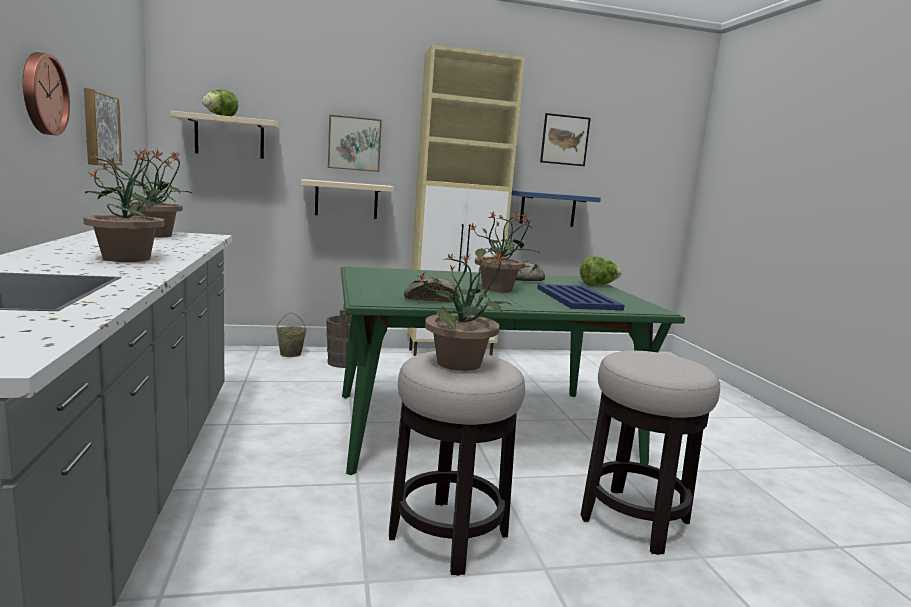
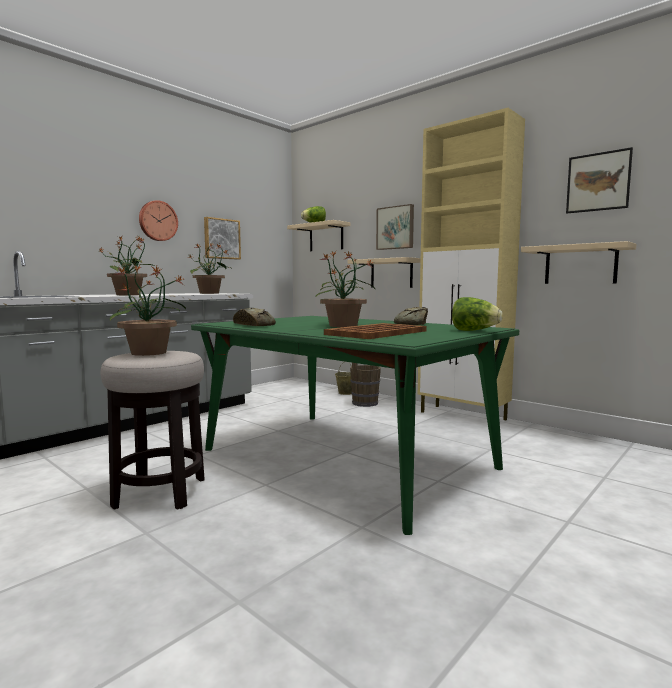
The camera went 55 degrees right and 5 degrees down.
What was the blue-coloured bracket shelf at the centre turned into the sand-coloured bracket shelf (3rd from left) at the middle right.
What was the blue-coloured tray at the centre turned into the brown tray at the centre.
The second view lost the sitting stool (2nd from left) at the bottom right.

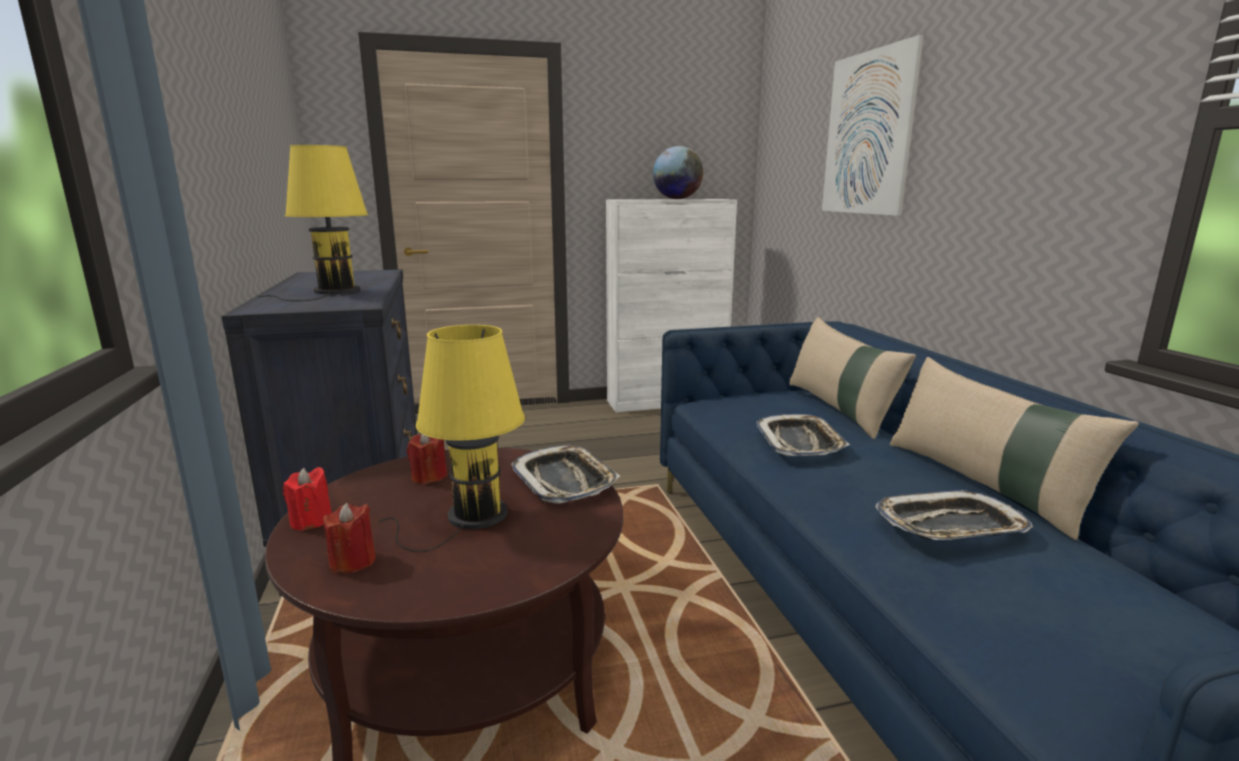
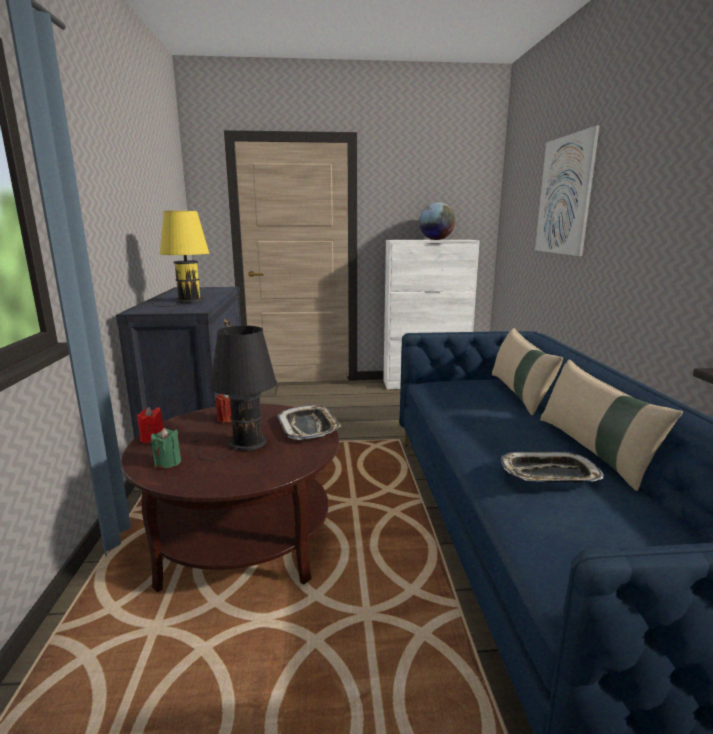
The camera went 10 degrees right and 0 degrees up.
What was the red candle (2nd from left) at the bottom left turned into the greenish candle at the middle left.
What was the yellow tabletop lamp (2nd from left) at the centre turned into the black tabletop lamp at the middle left.
The second view lost the tray (2nd from left) at the centre.

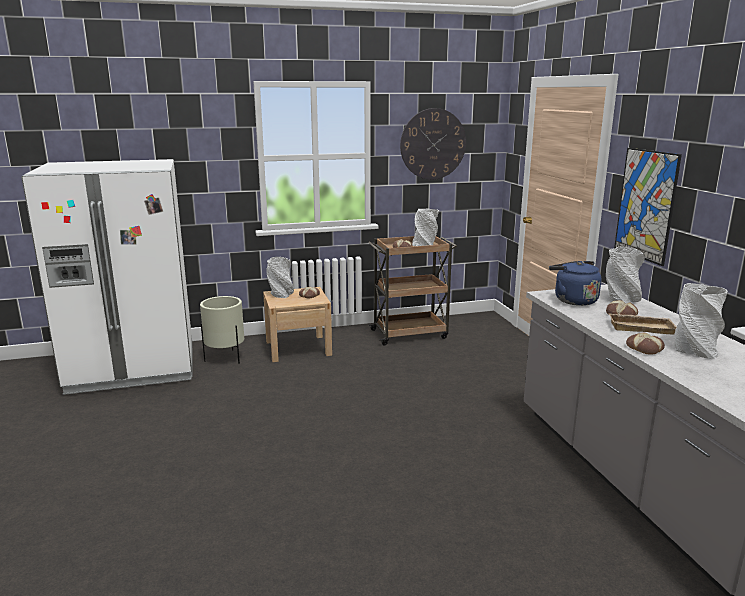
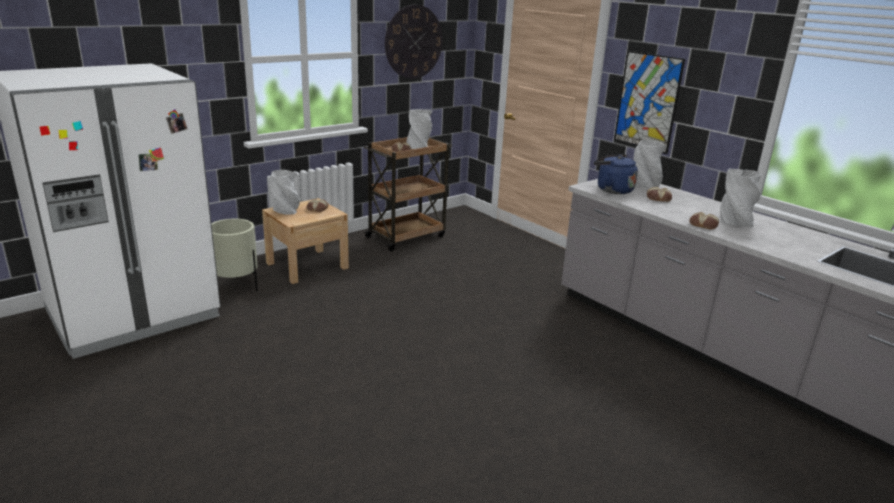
The camera went 25 degrees left and 5 degrees up.
The second view lost the sand-coloured tray at the middle right.

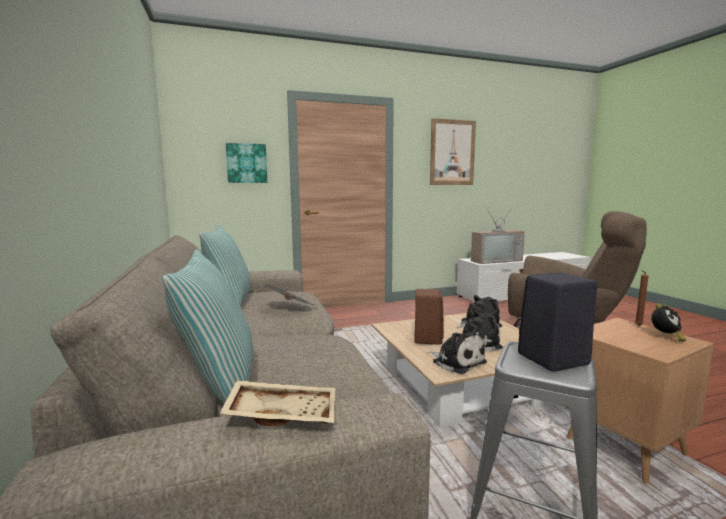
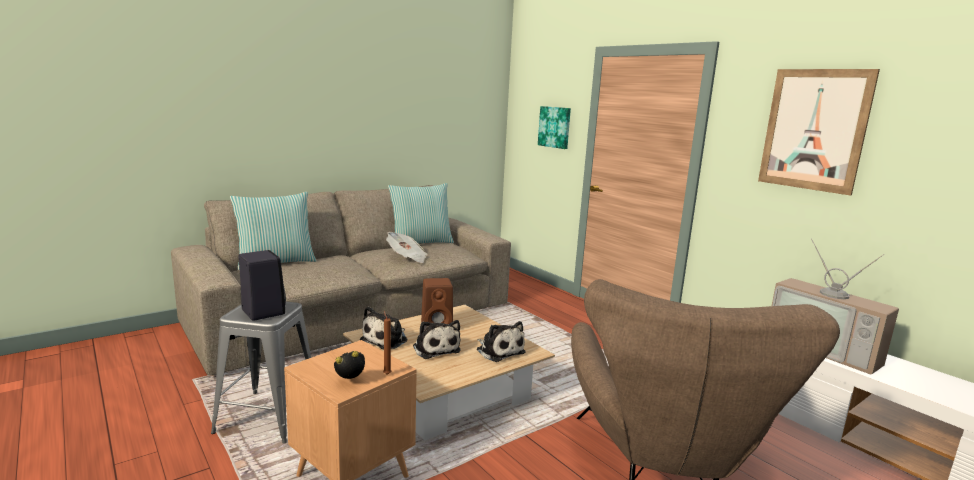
The camera went 70 degrees right and 5 degrees up.
The second view lost the sand-coloured tray at the bottom centre.
The alarm clock at the middle right ended up facing another way, 120 degrees clockwise from before.

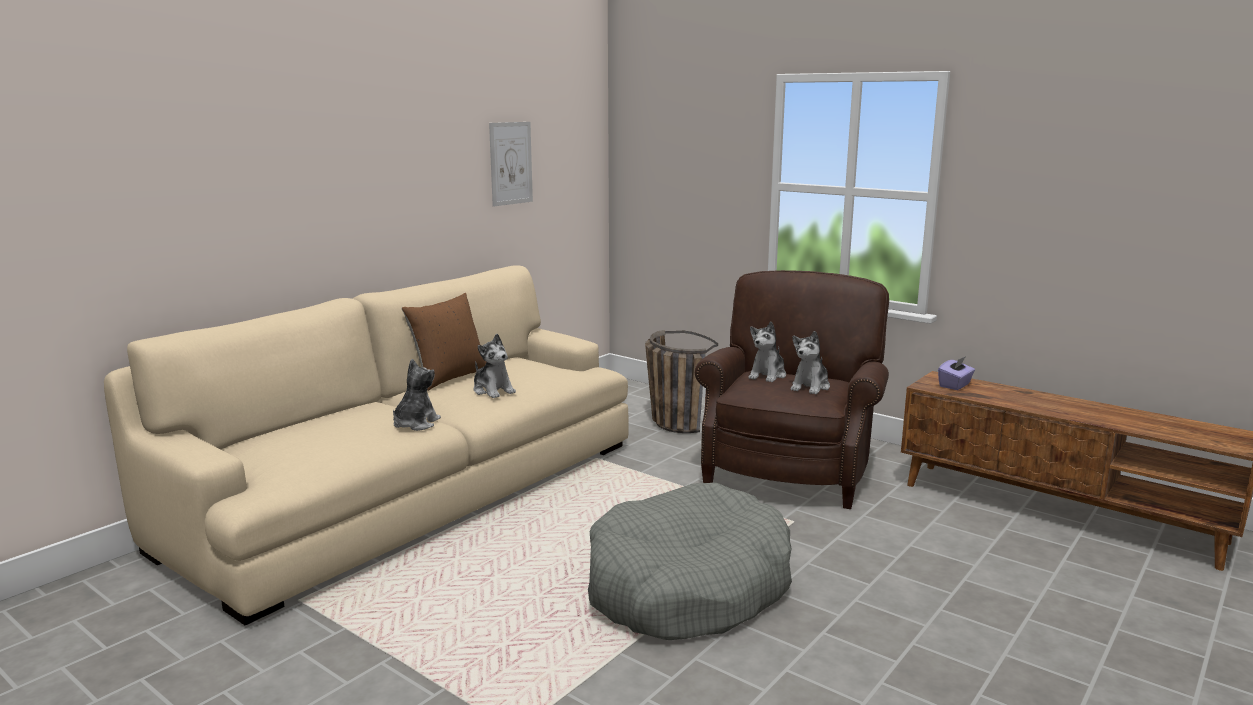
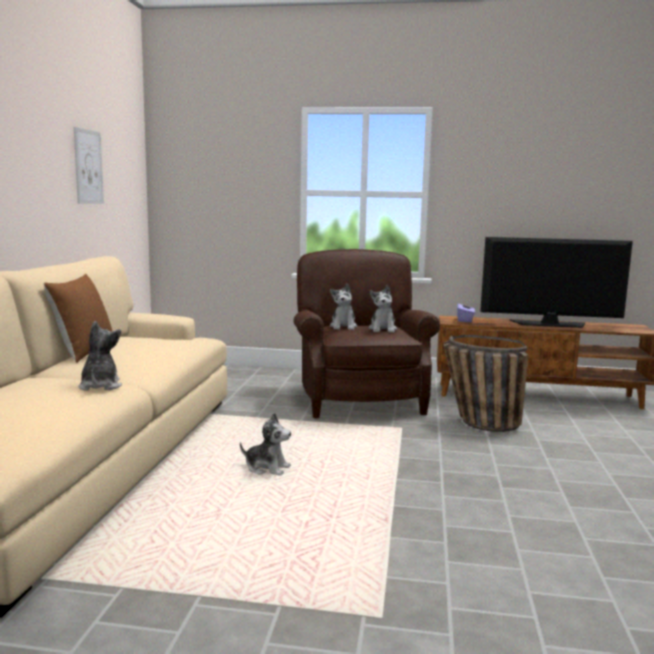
The camera went 30 degrees left and 5 degrees down.
The plush toy (2nd from left) ended up elsewhere, having gone from the centre to the bottom centre.
The second view lost the greyish pet bed at the bottom centre.
The household basket ended up elsewhere, having gone from the centre to the middle right.
The second view gained the TV at the middle right.

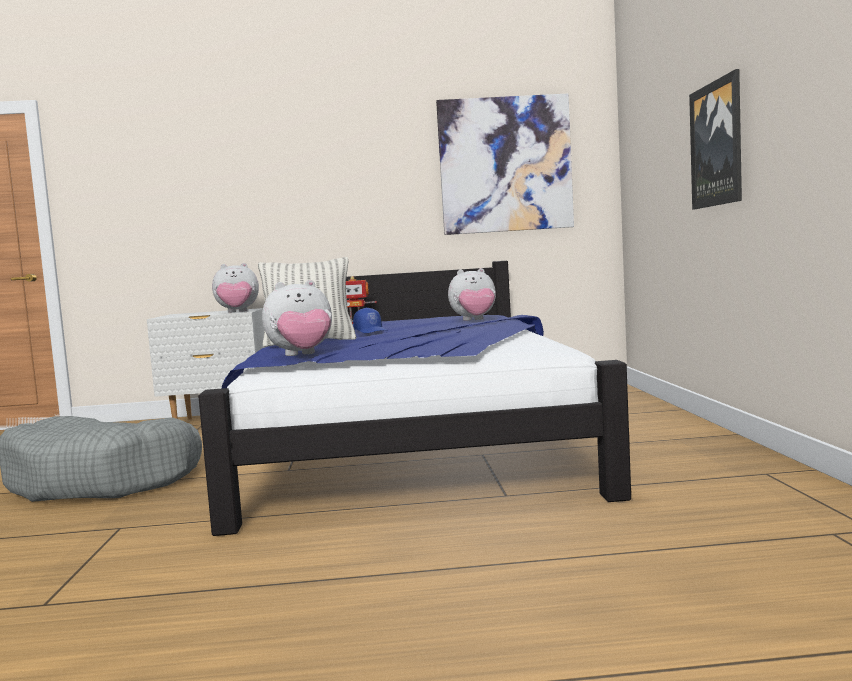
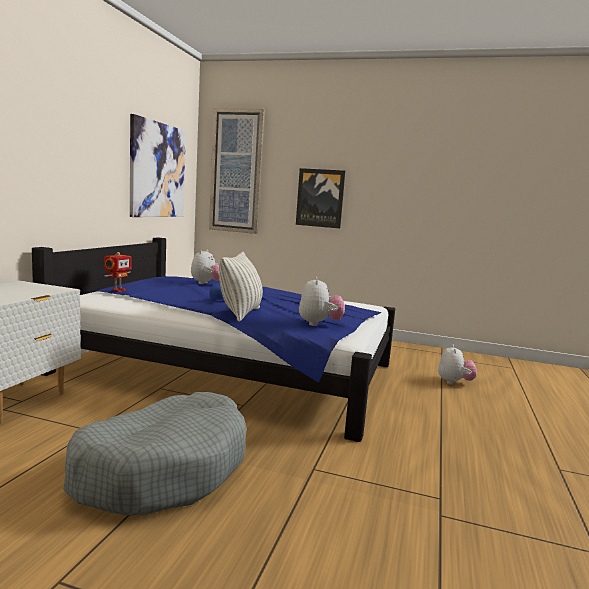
The camera went 70 degrees left and 5 degrees up.
The plush toy (1st from left in the first image) ended up elsewhere, having gone from the middle left to the middle right.
The second view gained the wall art (2nd from left) at the top centre.

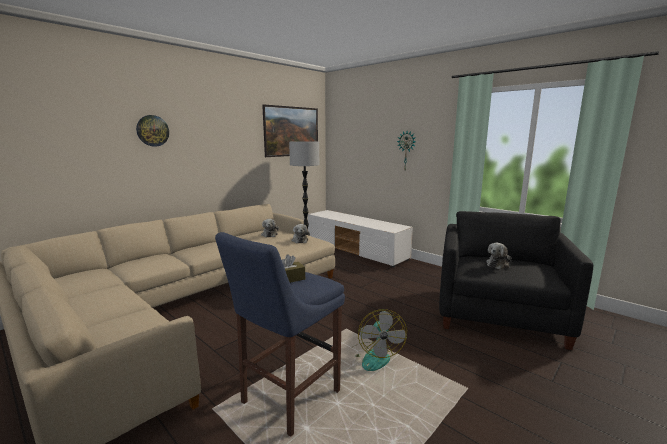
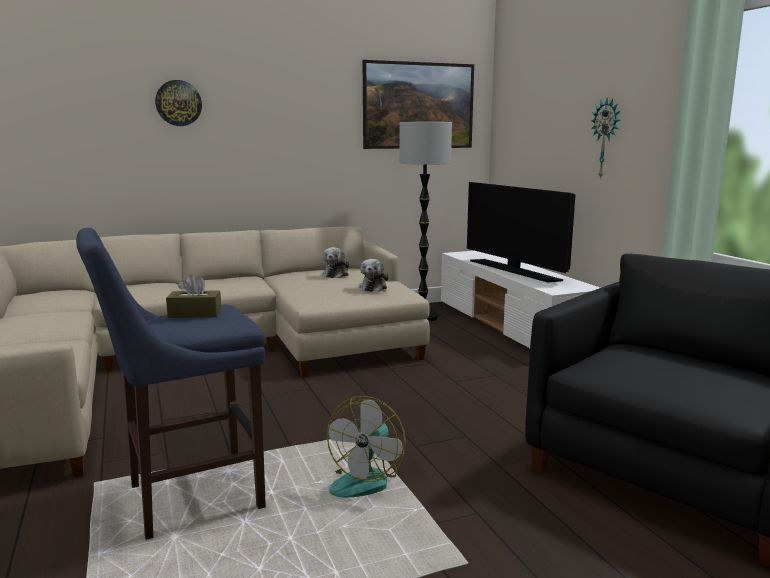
The camera went 25 degrees right and 0 degrees up.
The second view lost the plush toy (3rd from left) at the middle right.
The second view gained the TV at the middle right.

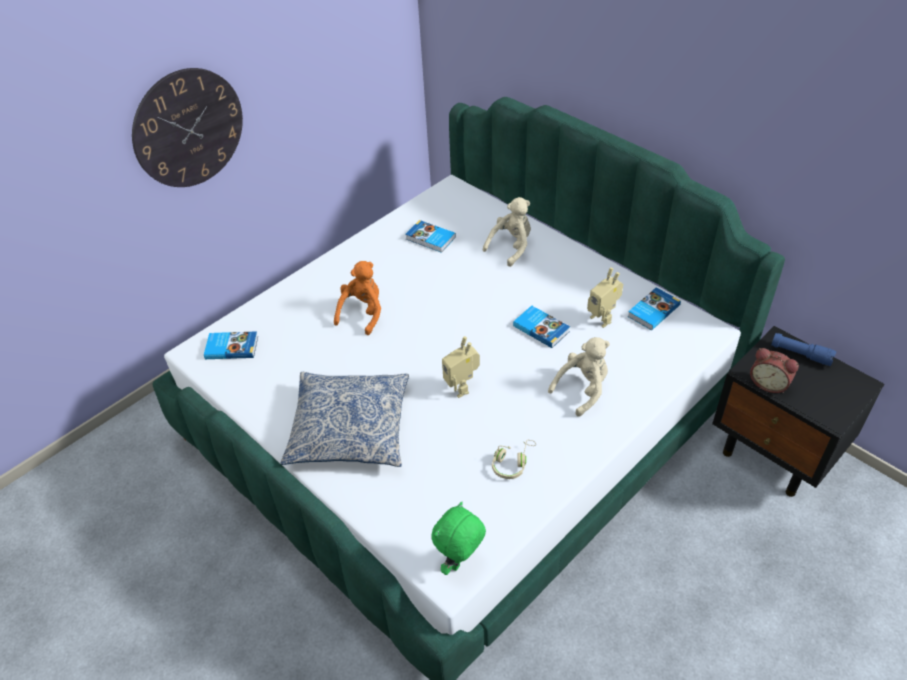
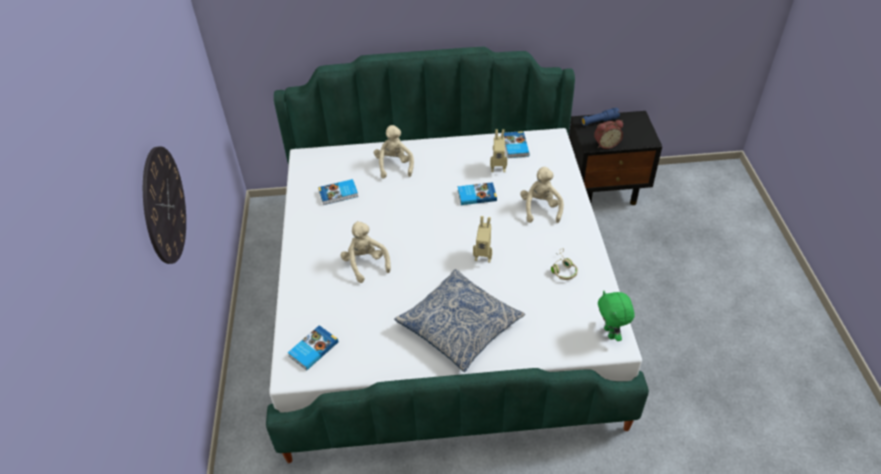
The camera went 50 degrees left and 0 degrees up.
What was the orange-coloured plush toy at the centre turned into the sand-coloured plush toy (1st from left) at the centre.

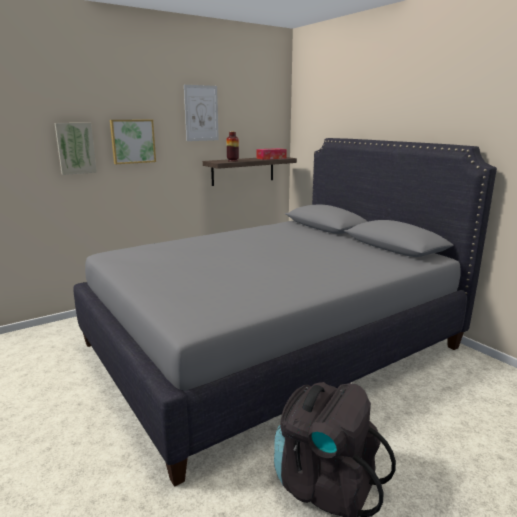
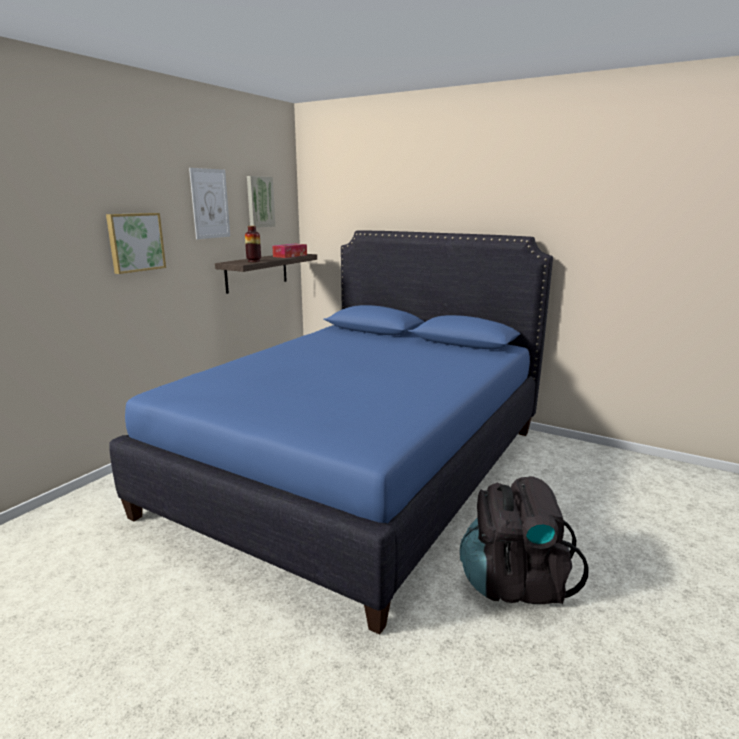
The camera went 25 degrees left and 0 degrees up.
The wall art (1st from left in the first image) ended up elsewhere, having gone from the top left to the top centre.
What was the greyish bedroom bed at the centre turned into the blue-coloured bedroom bed at the centre.

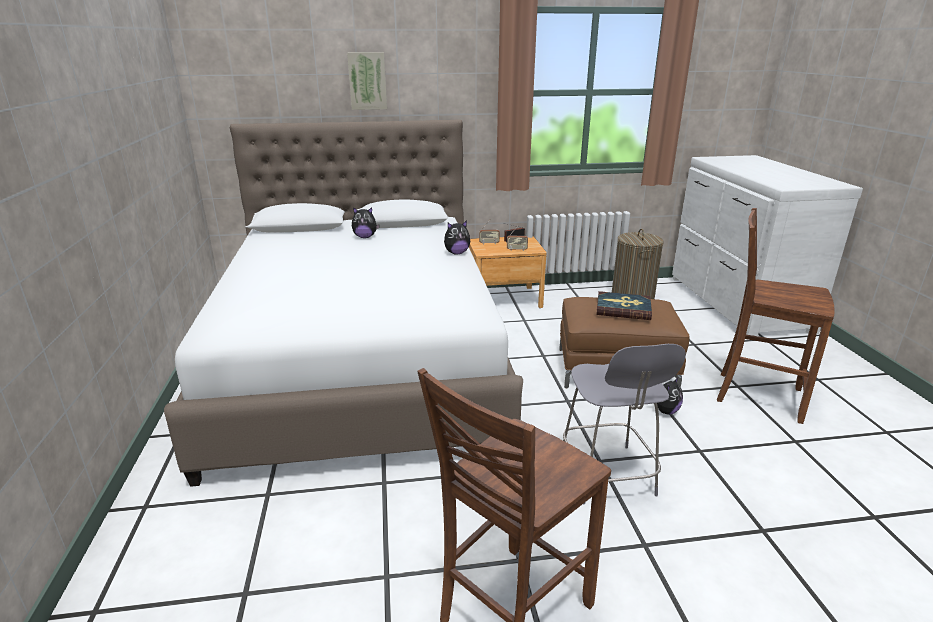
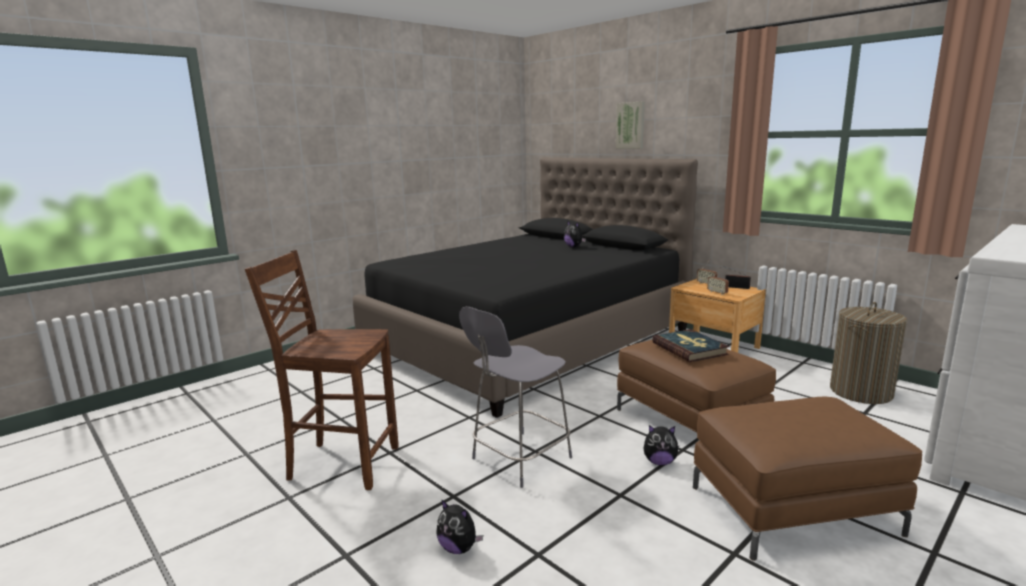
The camera went 55 degrees right and 10 degrees down.
What was the whitish bedroom bed at the centre turned into the black bedroom bed at the centre.
The plush toy (2nd from left in the first image) ended up elsewhere, having gone from the centre to the bottom centre.
Where the brown upright chair (2nd from left) stood at the middle right, the brown pouffe (2nd from left) came to stand at the bottom right.

